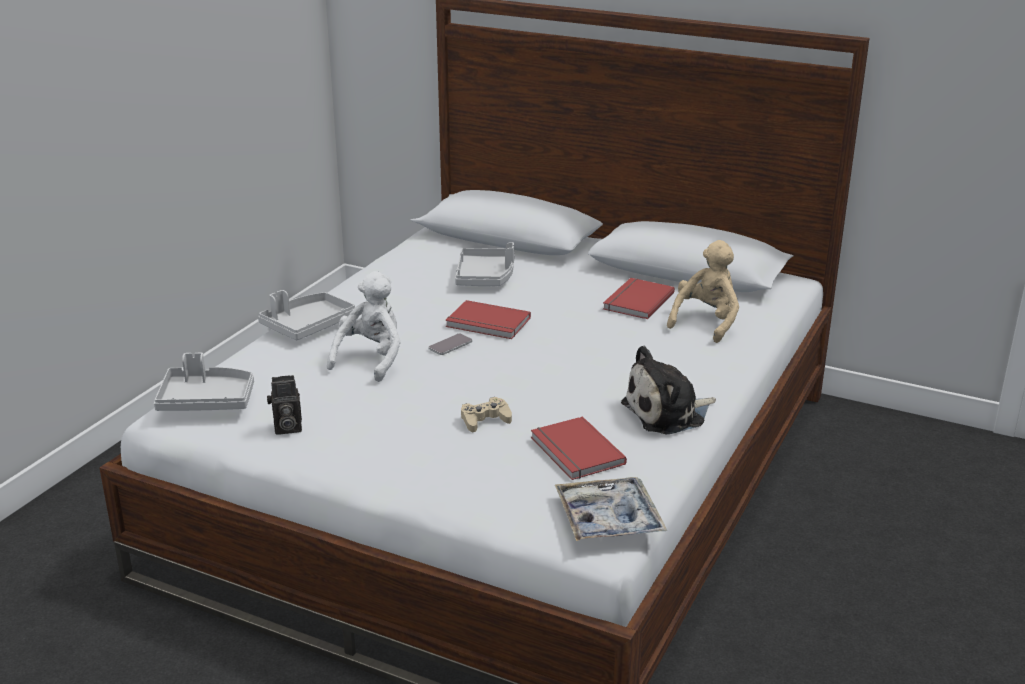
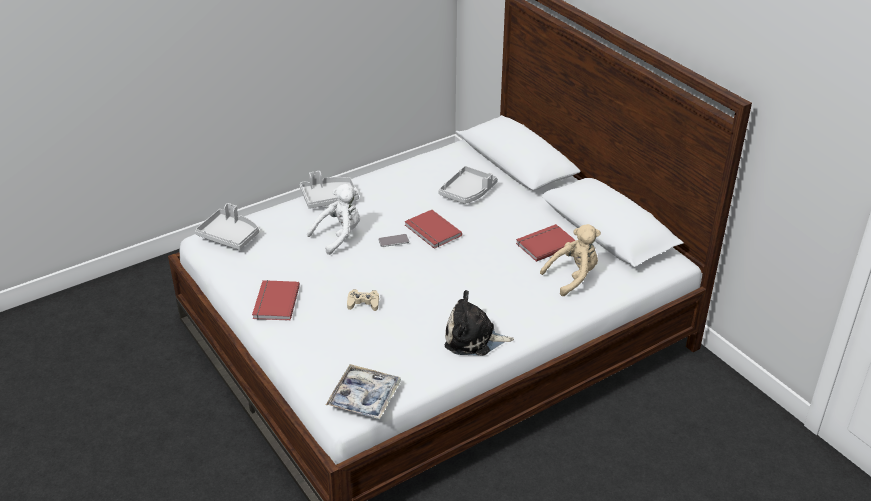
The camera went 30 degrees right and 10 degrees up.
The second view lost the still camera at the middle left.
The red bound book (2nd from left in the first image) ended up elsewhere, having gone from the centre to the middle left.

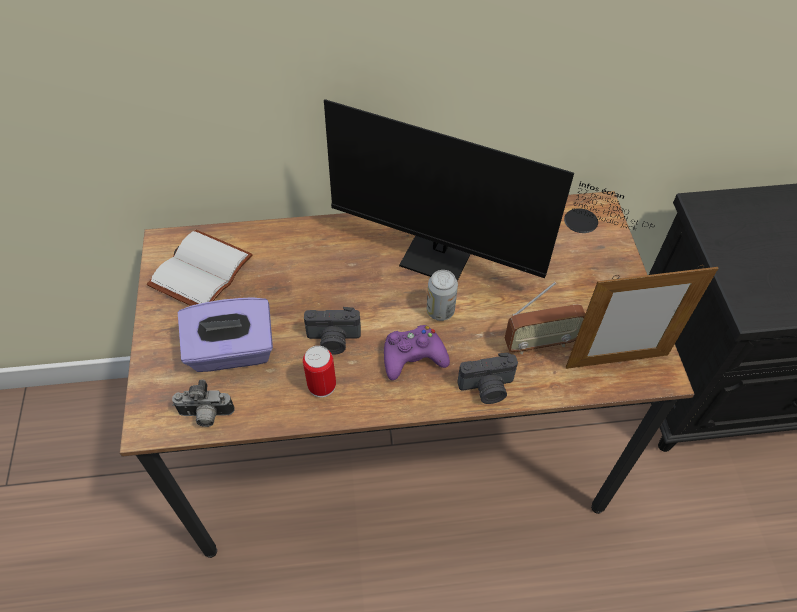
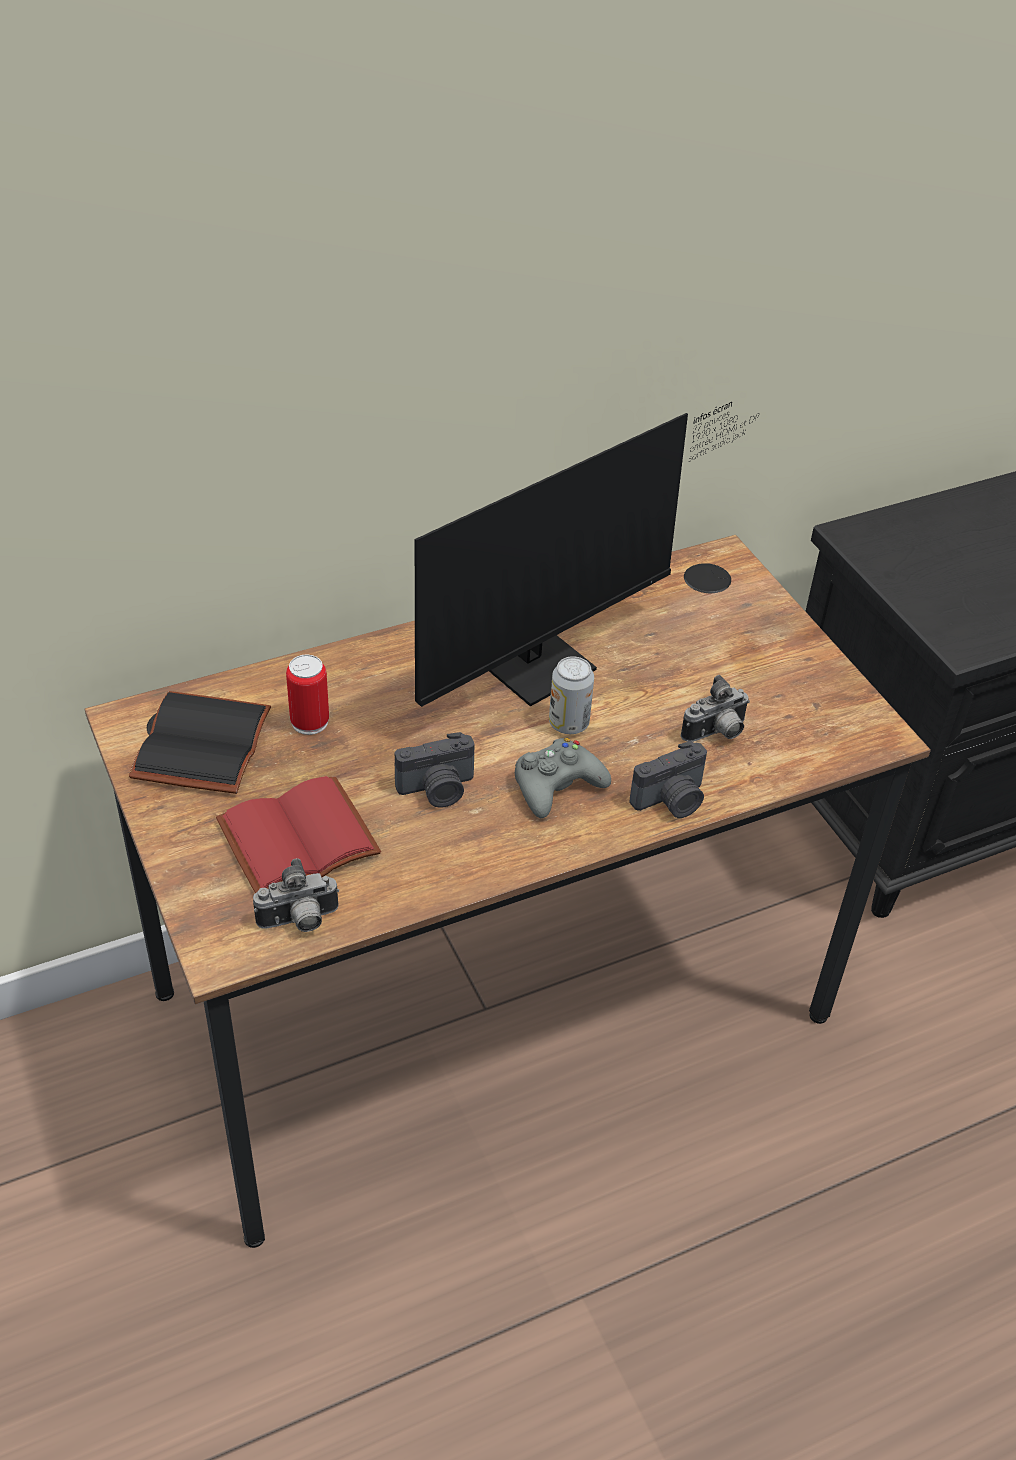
The camera went 20 degrees left and 10 degrees down.
What was the whitish bound book at the middle left turned into the black bound book at the middle left.
Where the purple-coloured tissue box stood at the middle left, the red bound book came to stand at the middle left.
The can (1st from left) ended up elsewhere, having gone from the centre to the middle left.
The computer display at the top centre ended up facing another way, 45 degrees counterclockwise from before.
What was the purple-coloured game controller at the centre turned into the greyish game controller at the centre.
Where the radio stood at the middle right, the still camera (4th from left) came to stand at the middle right.
The second view lost the photo frame at the middle right.

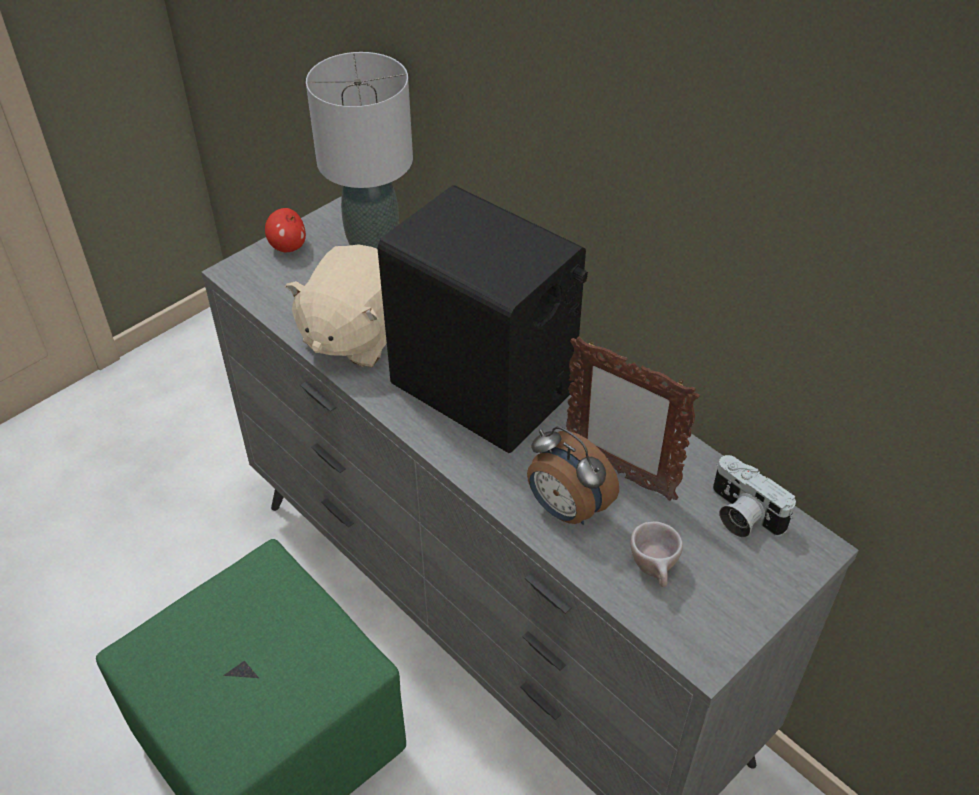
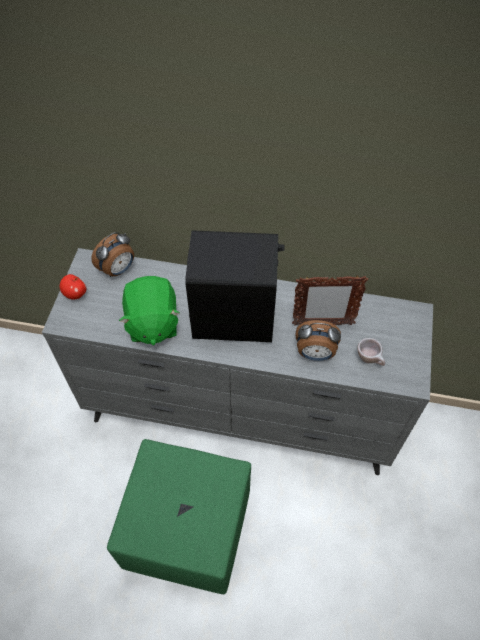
The camera went 35 degrees left and 10 degrees up.
What was the sand-coloured plush toy at the centre turned into the greenish plush toy at the middle left.
Where the greyish tabletop lamp stood at the top centre, the alarm clock (1st from left) came to stand at the middle left.
The second view lost the still camera at the middle right.

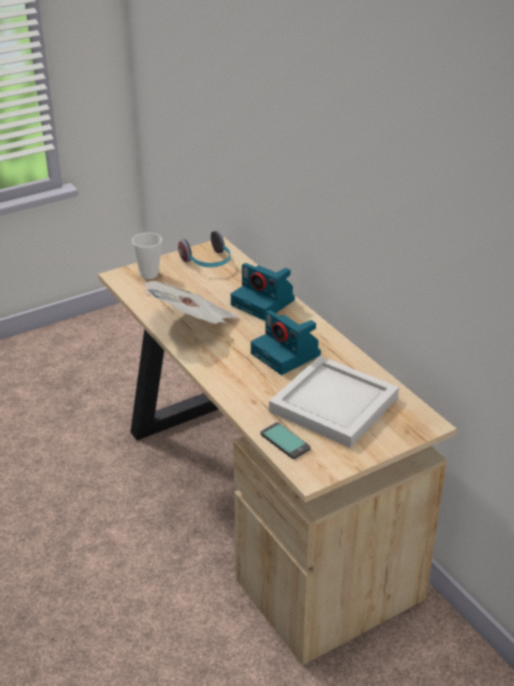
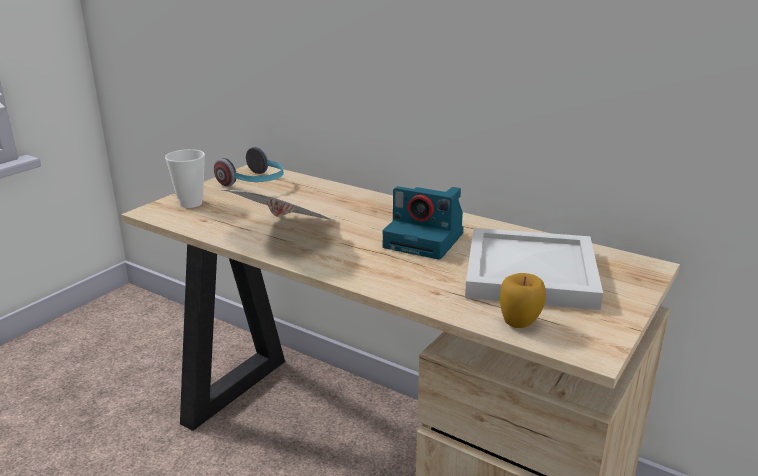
The camera went 25 degrees left and 10 degrees down.
The second view lost the still camera (1st from left) at the centre.
Where the phone stood at the centre, the apple fruit came to stand at the middle right.

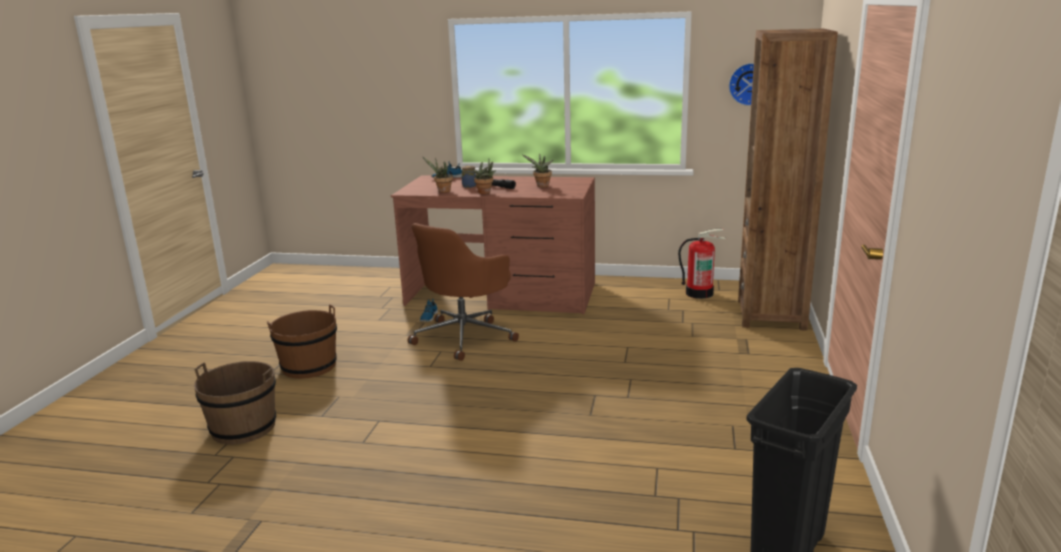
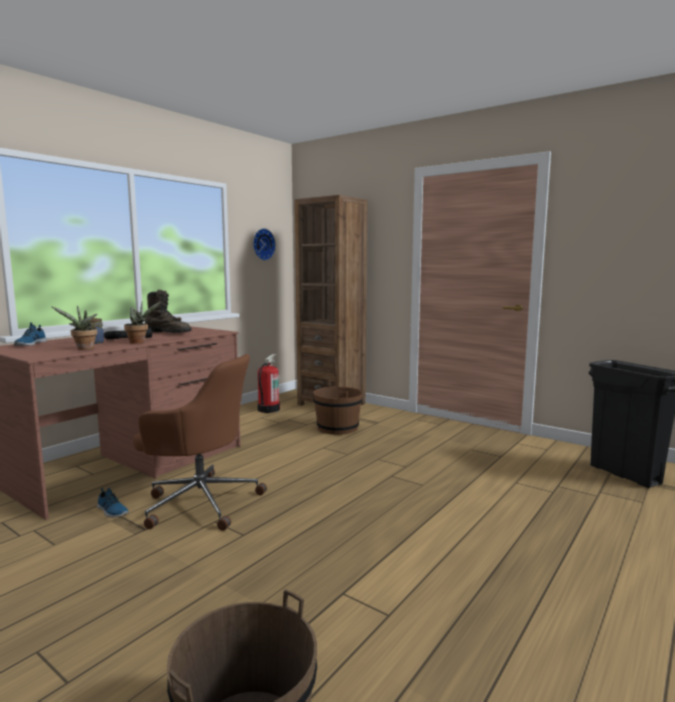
The camera went 65 degrees left and 10 degrees down.
The brown water bucket (2nd from left) ended up elsewhere, having gone from the middle left to the centre.
The brown office chair at the centre ended up facing another way, 45 degrees counterclockwise from before.
Where the plant in a pot (3rd from left) stood at the top centre, the brown boot came to stand at the middle left.

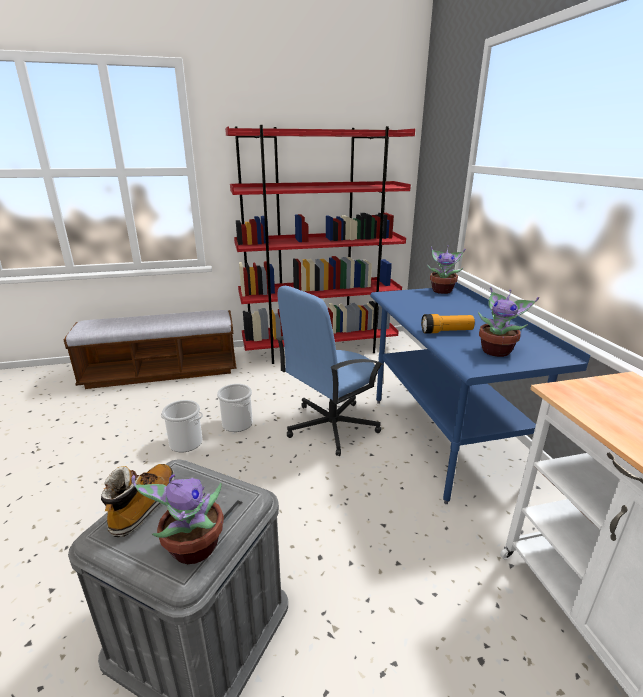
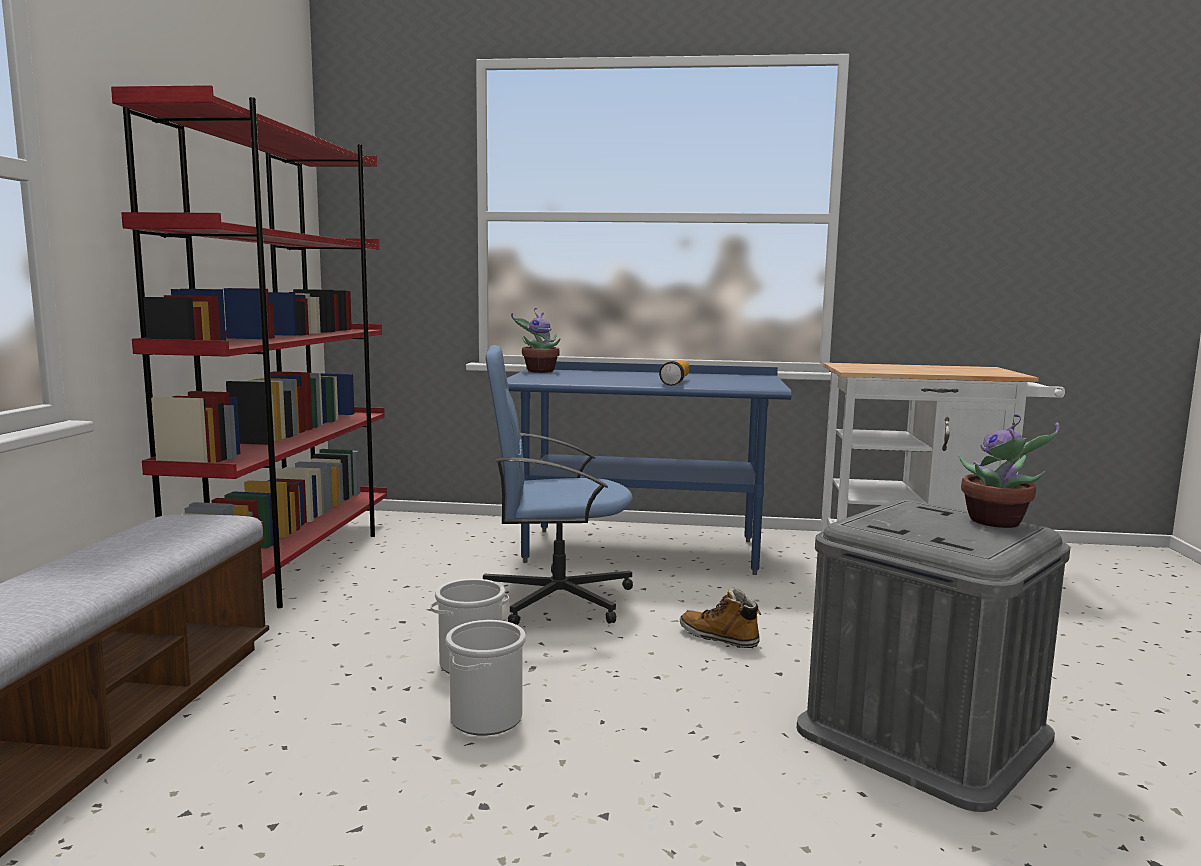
The camera went 70 degrees left and 15 degrees down.
The boot ended up elsewhere, having gone from the bottom left to the bottom centre.
The blue-coloured office chair at the centre ended up facing another way, 105 degrees clockwise from before.
The second view lost the plant in a pot (3rd from left) at the middle right.

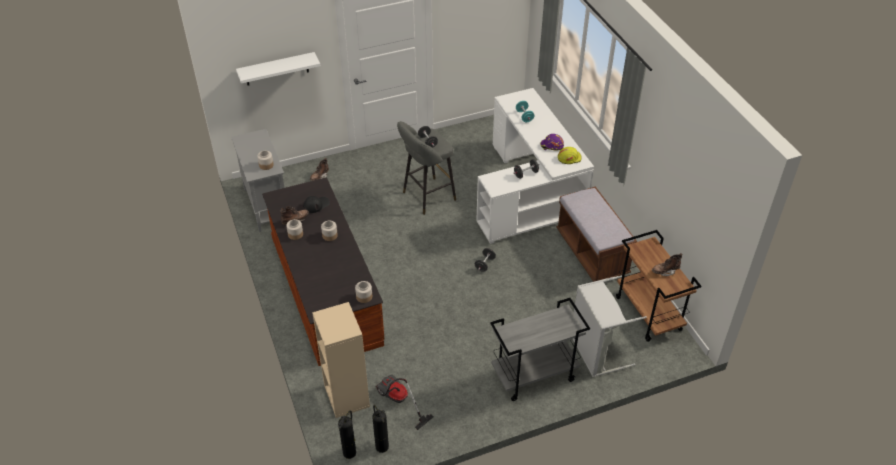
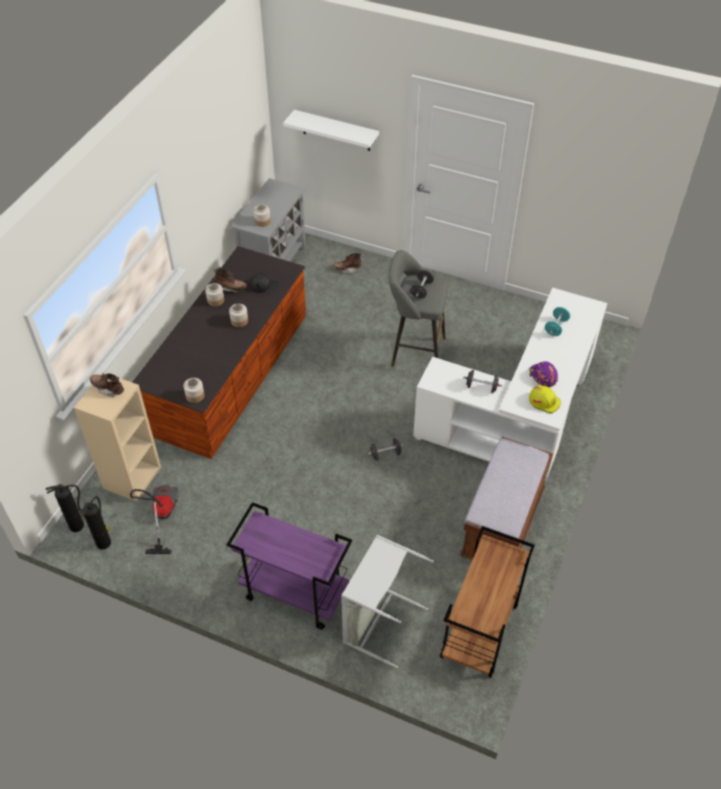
The camera went 45 degrees right and 5 degrees up.
What was the greyish cart at the bottom centre turned into the purple-coloured cart at the bottom centre.
The brown boot (3rd from left in the first image) ended up elsewhere, having gone from the middle right to the middle left.

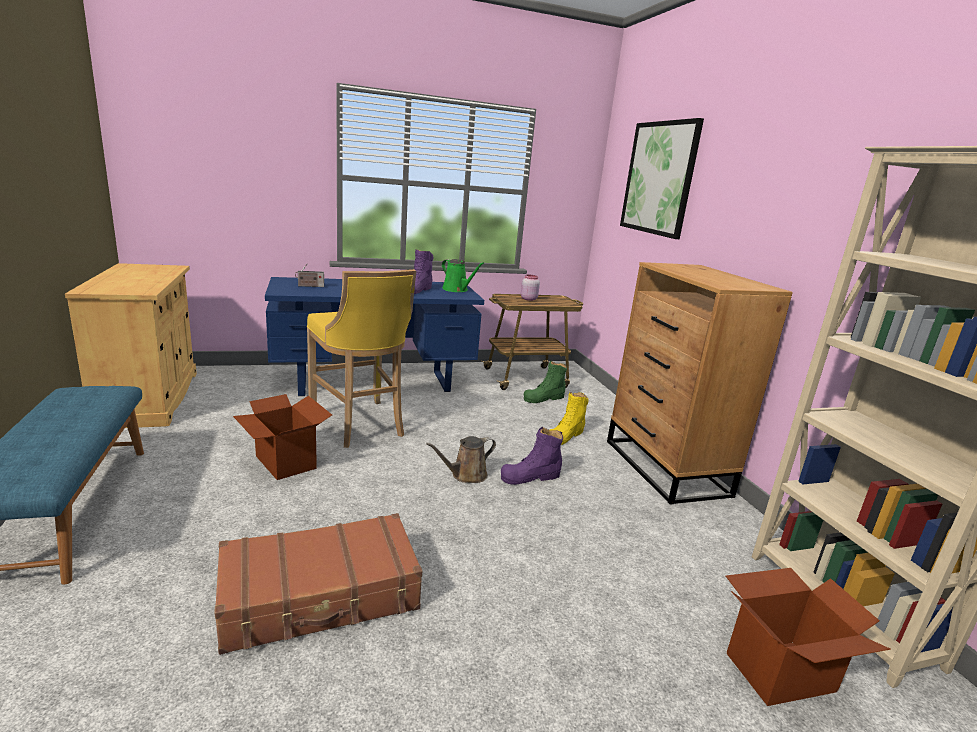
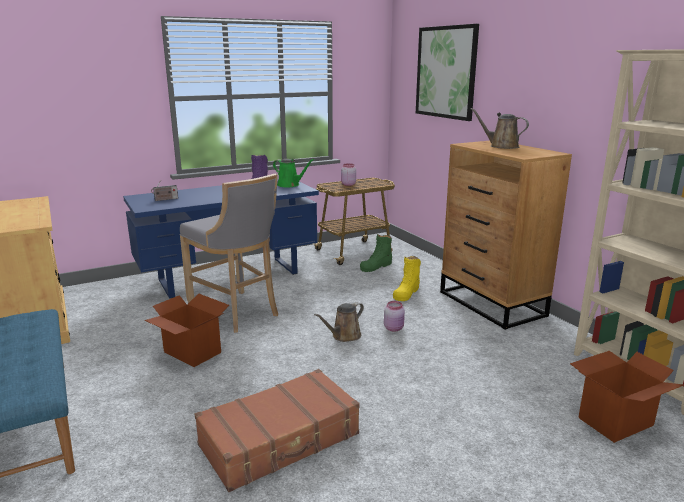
The camera went 10 degrees left and 0 degrees up.
What was the yellow sitting stool at the centre turned into the greyish sitting stool at the centre.
Where the purple-coloured boot (2nd from left) stood at the centre, the pink-coloured jar (2nd from left) came to stand at the centre.
The second view gained the brown sprinkling can (2nd from left) at the top right.

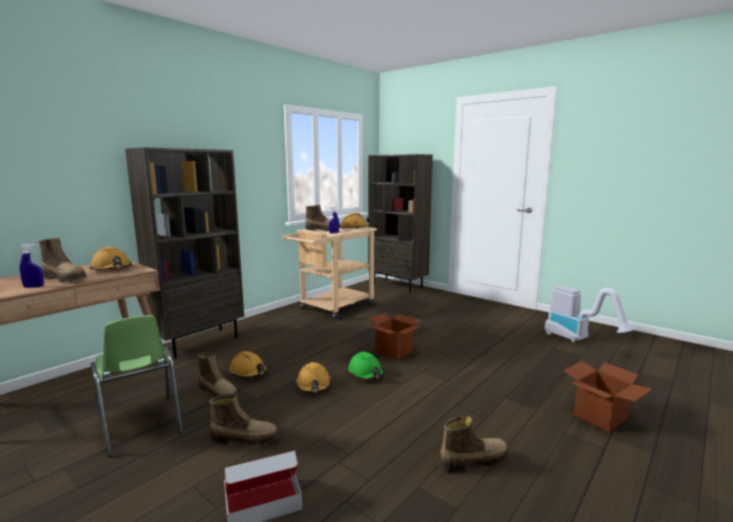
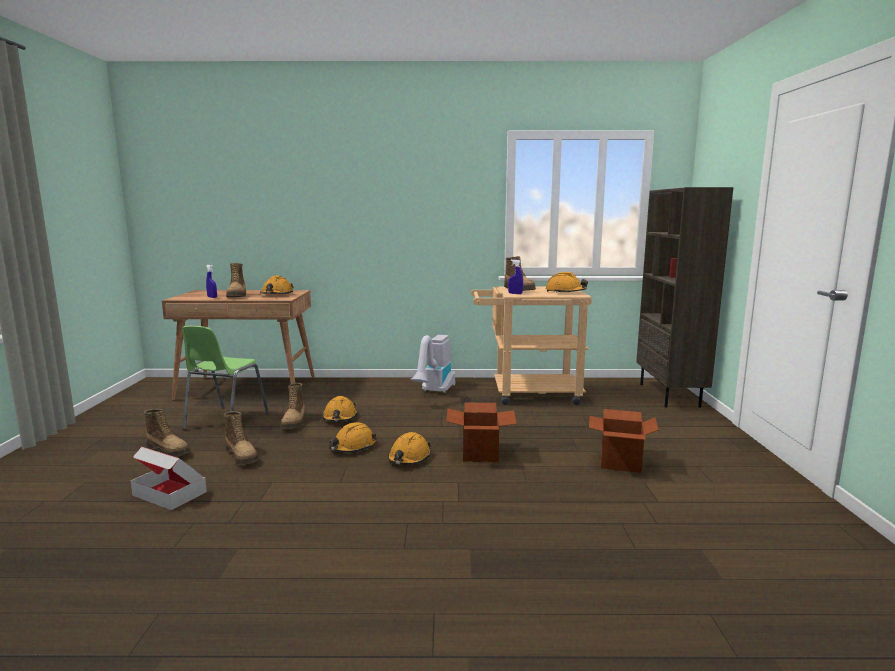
The camera went 50 degrees right and 0 degrees up.
The second view lost the brown bookcase (1st from left) at the middle left.
What was the greenish hard hat at the bottom centre turned into the orange-coloured hard hat (4th from left) at the bottom centre.
The boot (5th from left in the first image) ended up elsewhere, having gone from the bottom centre to the middle left.
The vacuum cleaner ended up elsewhere, having gone from the middle right to the centre.
The carton (3rd from left) ended up elsewhere, having gone from the bottom right to the middle right.

